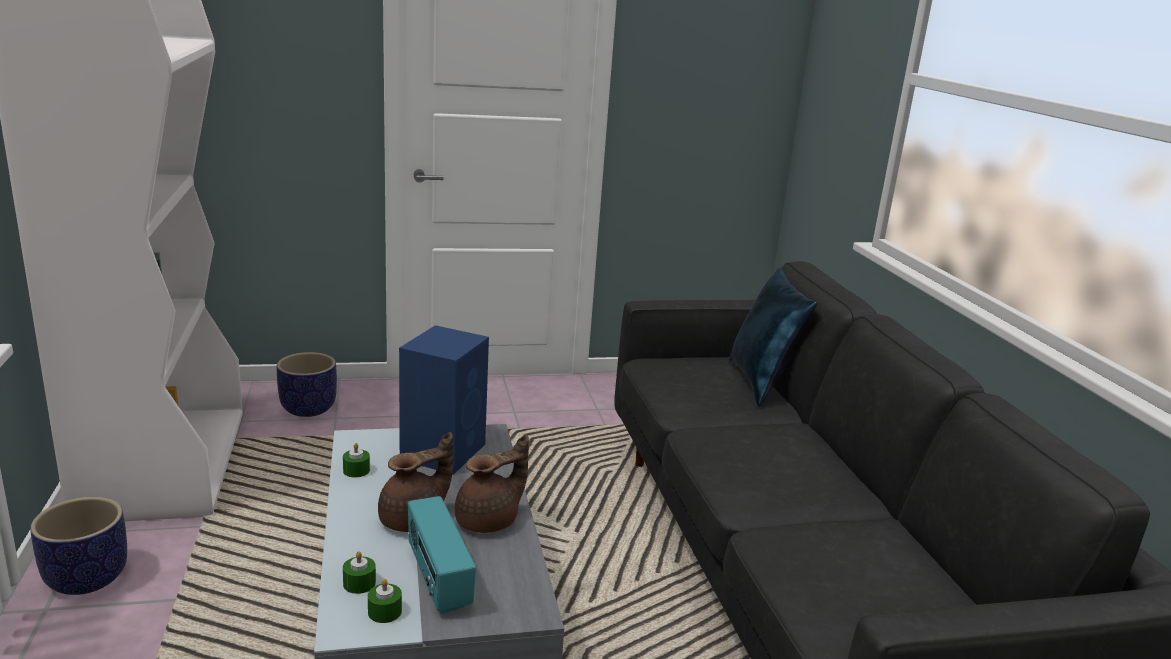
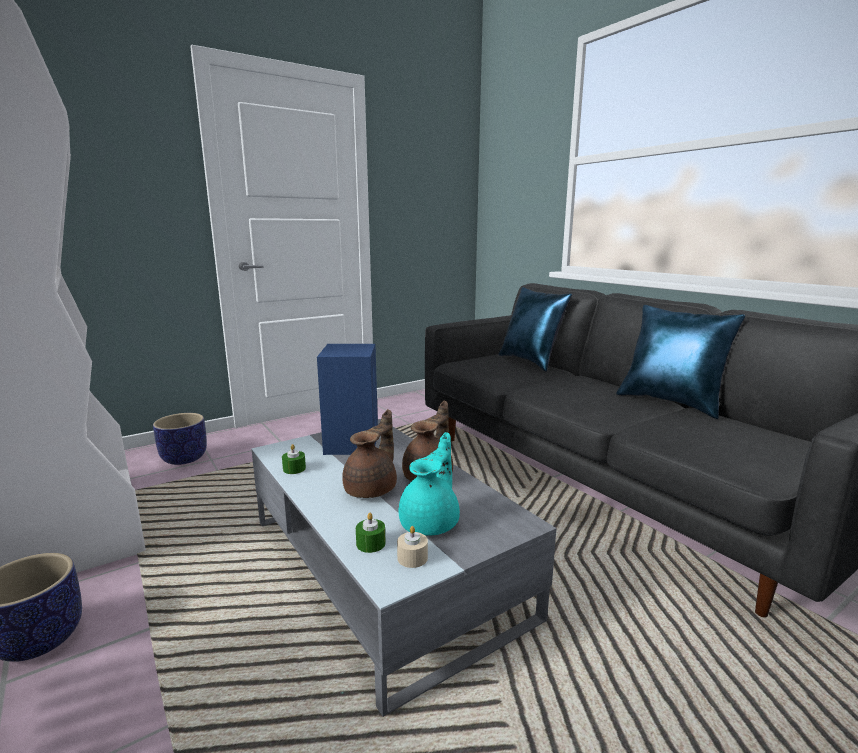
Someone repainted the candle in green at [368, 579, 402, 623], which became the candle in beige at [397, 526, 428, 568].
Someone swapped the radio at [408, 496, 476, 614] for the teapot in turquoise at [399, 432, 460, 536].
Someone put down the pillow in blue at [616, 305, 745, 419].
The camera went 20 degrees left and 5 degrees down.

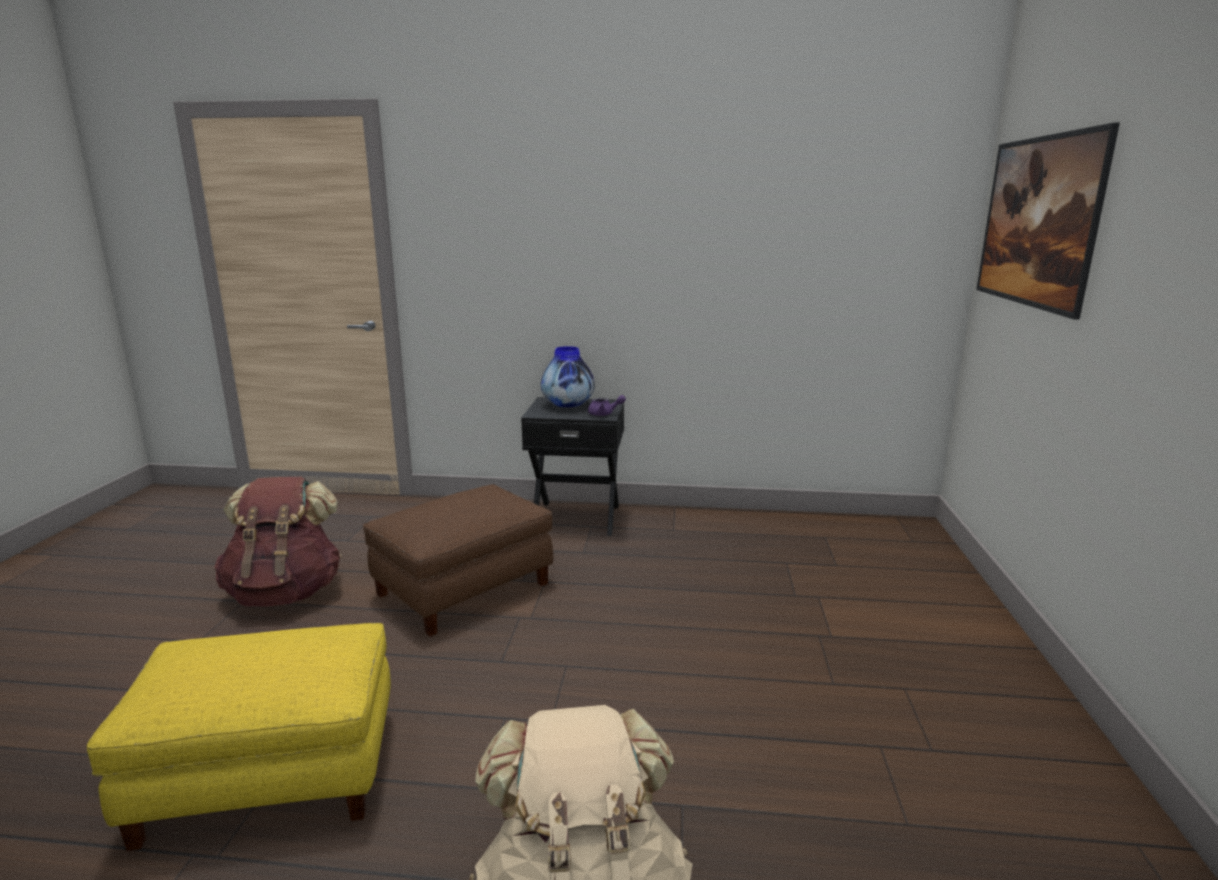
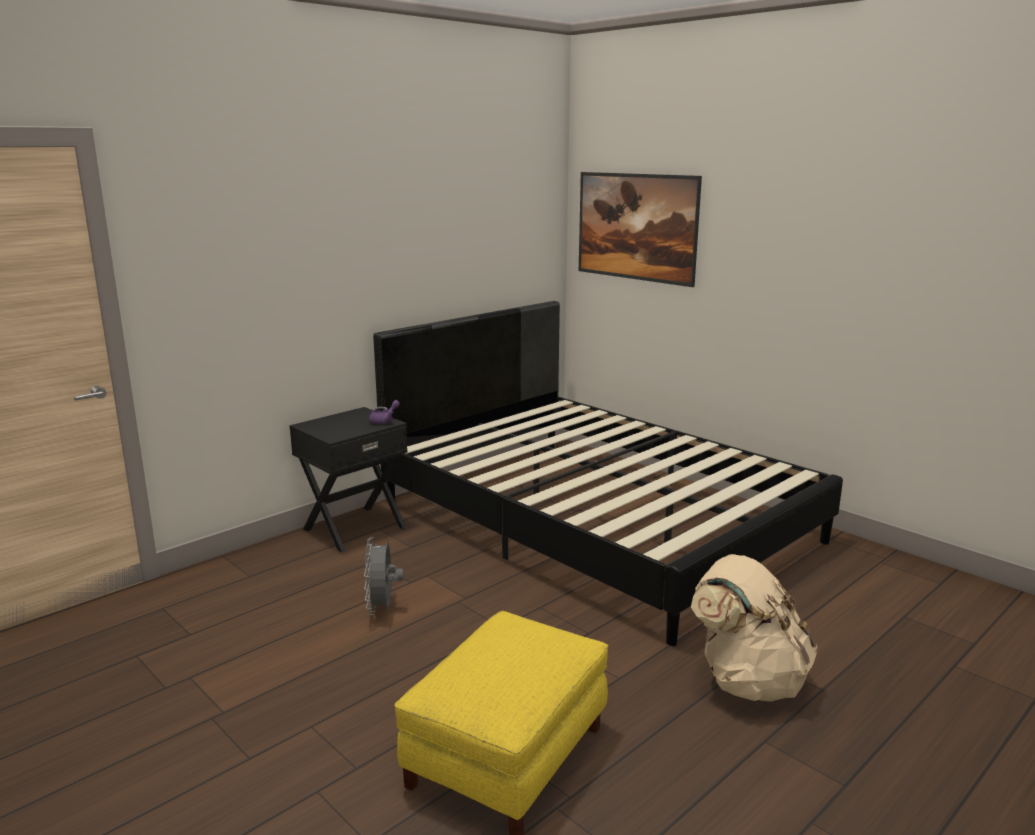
Someone swapped the ottoman in brown at [363, 484, 553, 636] for the fan in grey at [364, 537, 404, 615].
Someone put down the bed in black at [373, 301, 843, 646].
Someone took away the backpack in brown at [214, 477, 342, 606].
Someone took away the vase at [541, 346, 595, 407].
The camera went 50 degrees left and 0 degrees up.

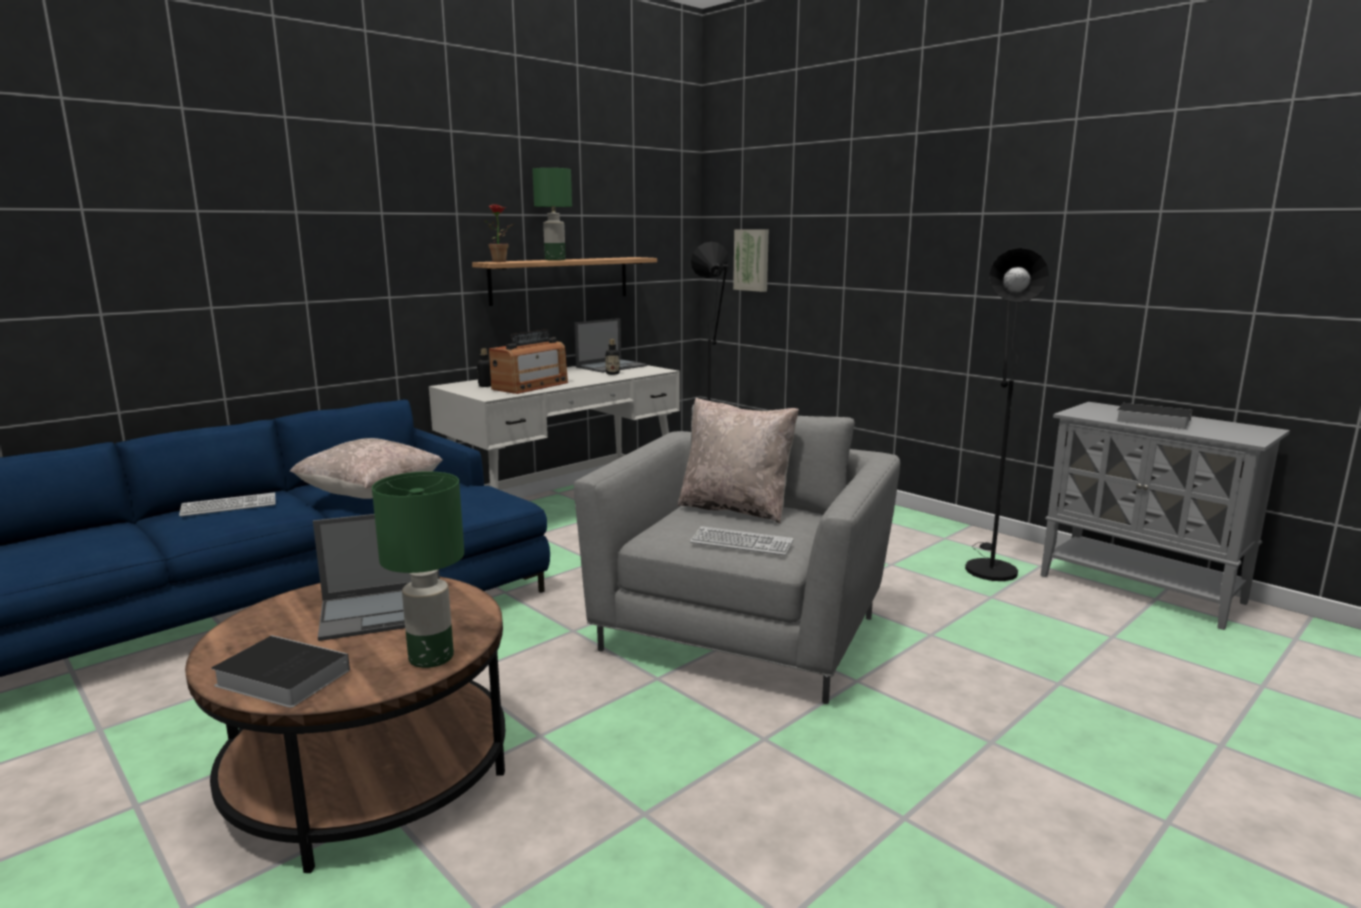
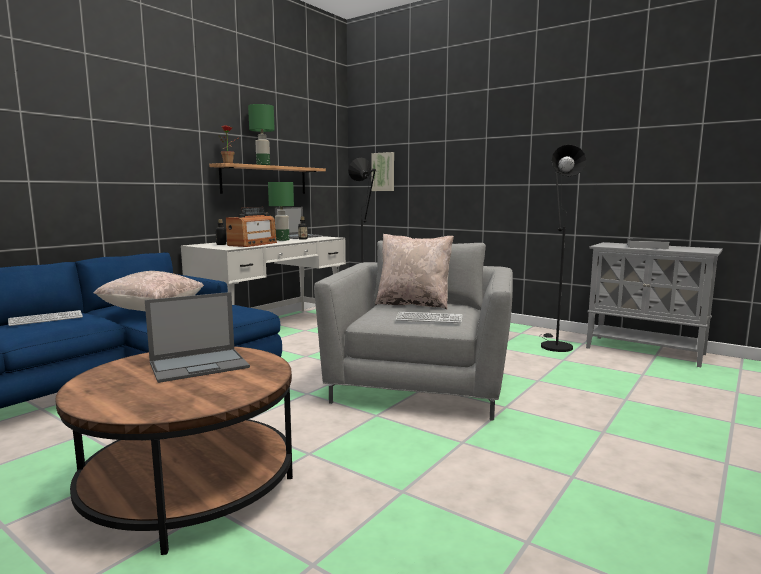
Someone carried the table lamp in green from [372, 471, 464, 668] to [268, 182, 294, 241].
Someone took away the book at [211, 635, 350, 708].
The camera went 10 degrees left and 5 degrees down.

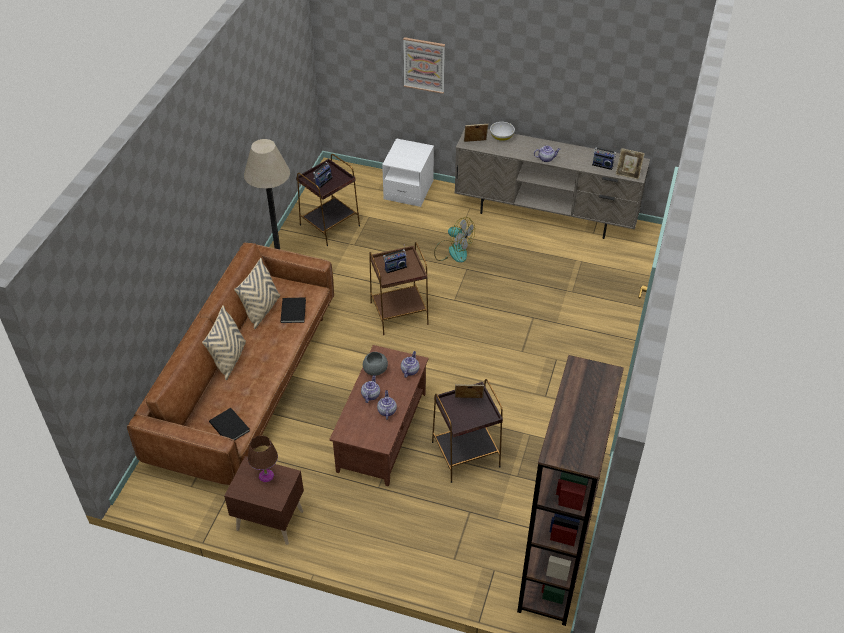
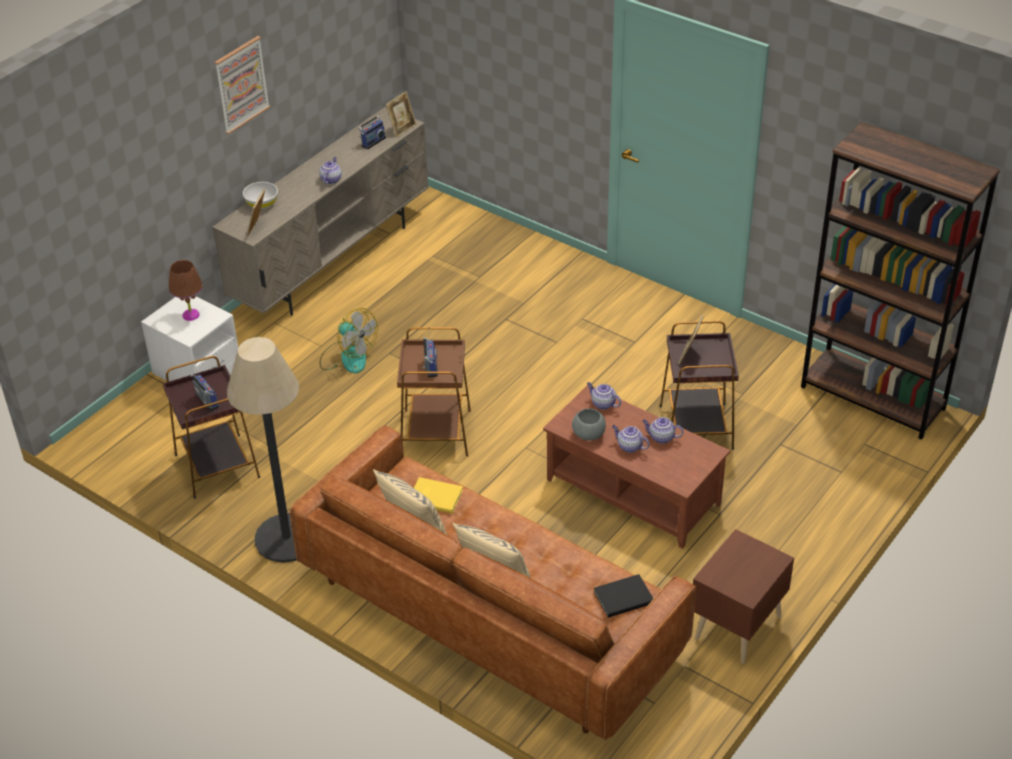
Someone carried the table lamp in brown from [248, 435, 278, 482] to [169, 260, 203, 321].
Someone carried the picture from [403, 37, 445, 94] to [214, 36, 270, 134].
Someone rotated the fan at [434, 217, 475, 263] by 75 degrees clockwise.
Someone repainted the book in black at [280, 297, 306, 323], which became the book in yellow at [414, 477, 463, 514].
The camera went 70 degrees left and 5 degrees down.

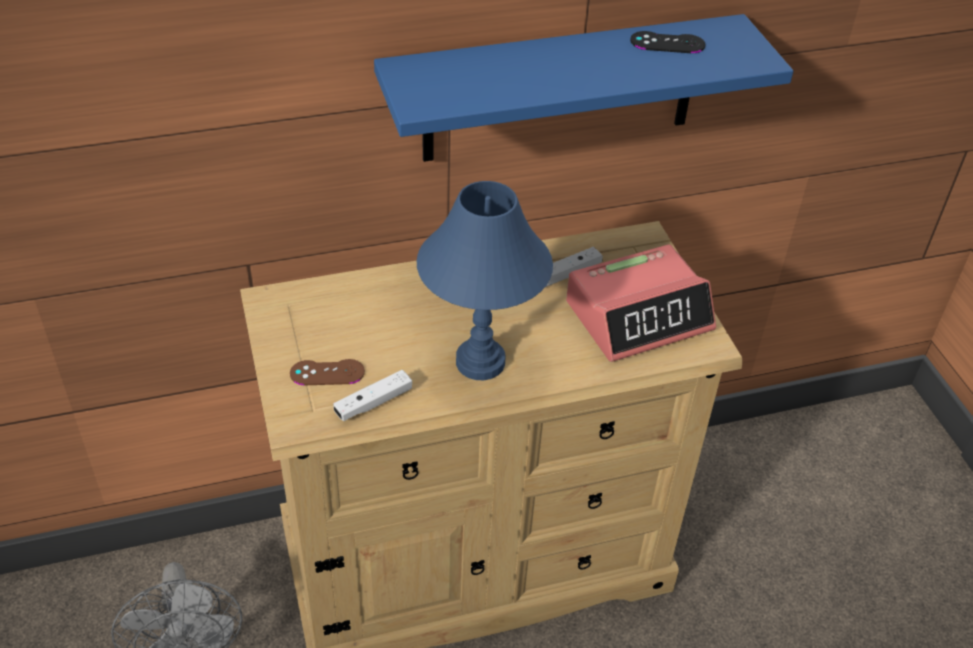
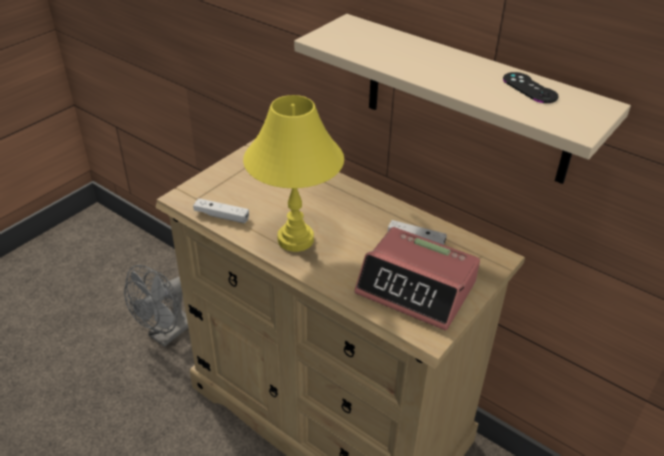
Someone repainted the table lamp in blue at [417, 181, 553, 380], which became the table lamp in yellow at [243, 95, 344, 252].
Someone repainted the shelf in blue at [374, 14, 794, 162], which became the shelf in beige at [294, 14, 631, 184].
Someone took away the game controller in brown at [290, 359, 365, 385].
The camera went 55 degrees right and 5 degrees down.

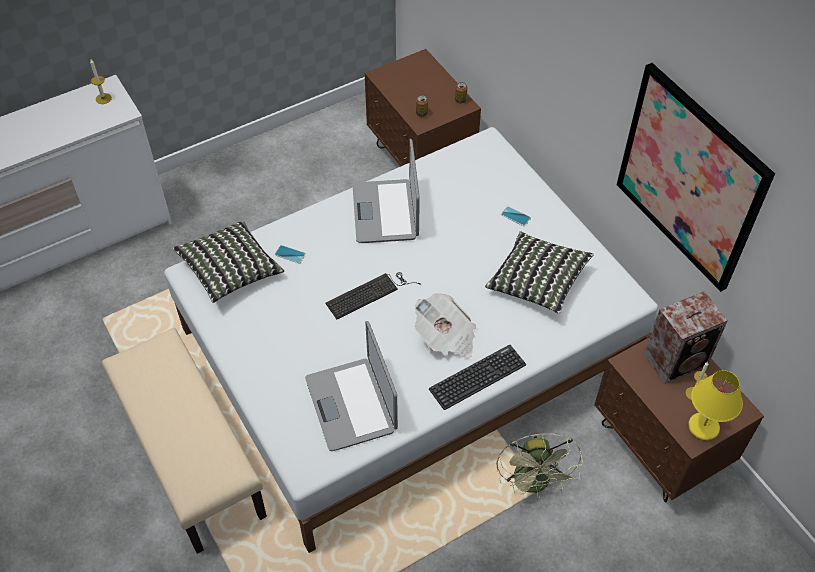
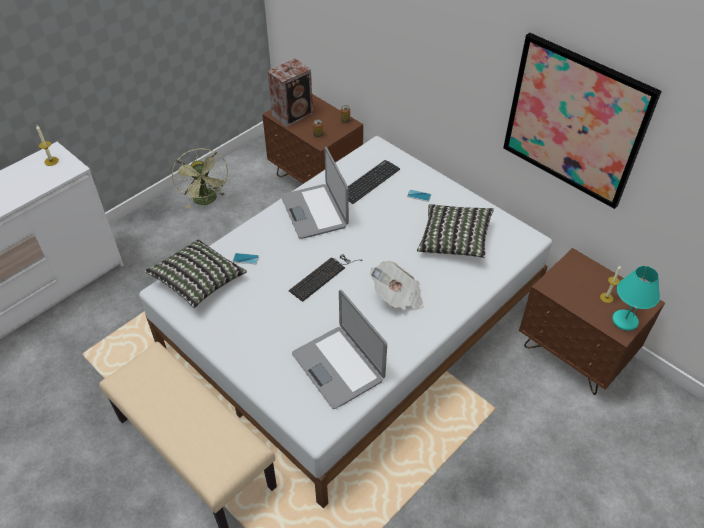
Someone carried the fan in green from [496, 433, 583, 498] to [172, 149, 229, 208].
Someone carried the speaker from [644, 291, 728, 384] to [267, 59, 313, 127].
Someone carried the keyboard from [429, 344, 526, 410] to [348, 160, 400, 204].
Someone repainted the table lamp in yellow at [688, 370, 743, 441], which became the table lamp in turquoise at [612, 266, 660, 331].
The camera went 15 degrees left and 5 degrees down.

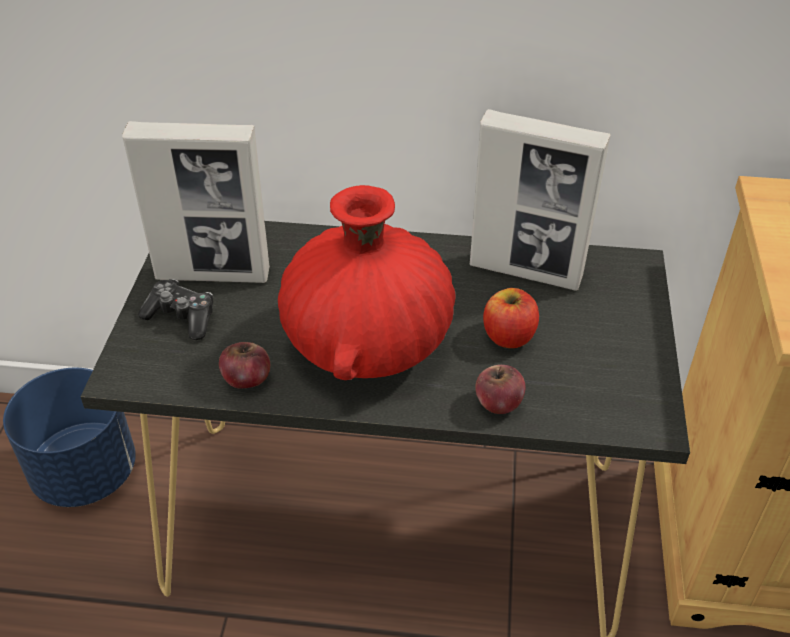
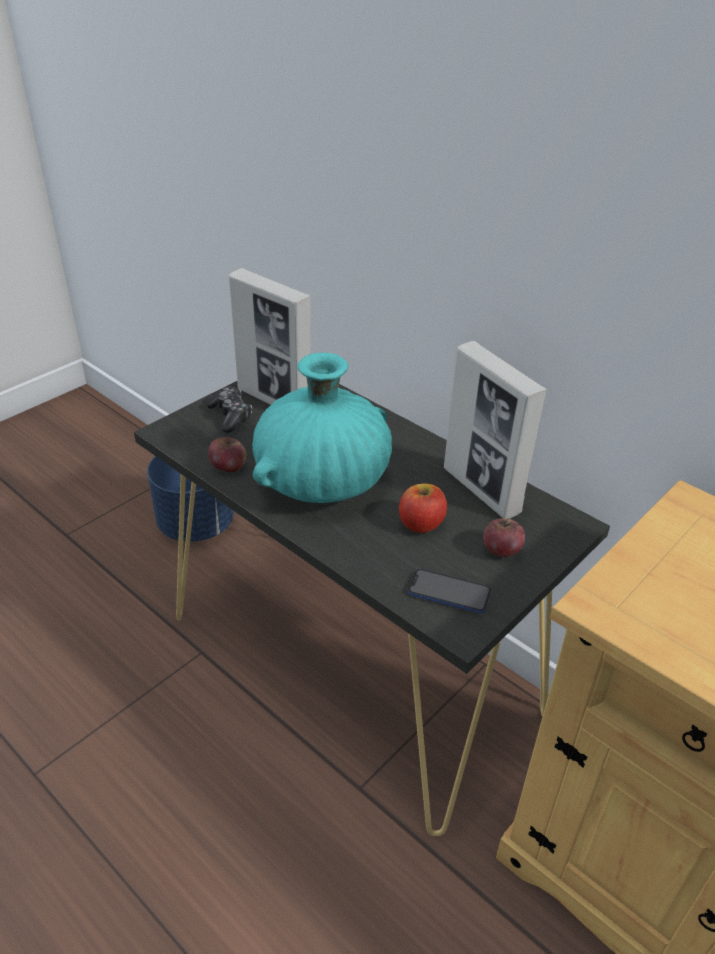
Someone repainted the vase in red at [278, 185, 456, 380], which became the vase in turquoise at [252, 353, 392, 503].
Someone put down the phone at [408, 569, 491, 614].
Someone carried the apple from [475, 365, 526, 414] to [484, 518, 525, 557].
The camera went 35 degrees right and 5 degrees down.

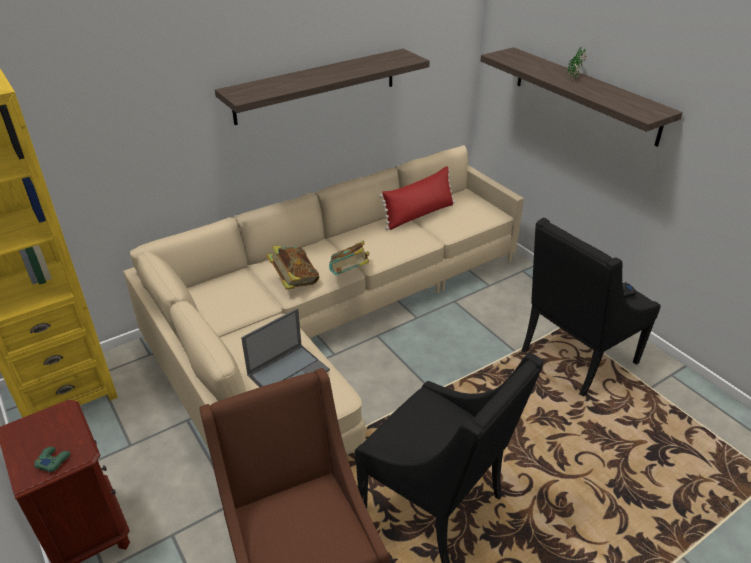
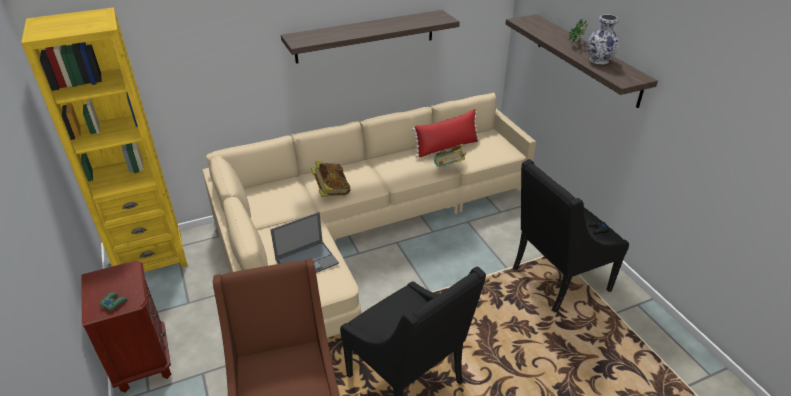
Someone carried the book from [329, 240, 369, 275] to [434, 144, 466, 167].
Someone put down the vase at [588, 14, 619, 65].
The camera went 10 degrees right and 0 degrees up.

